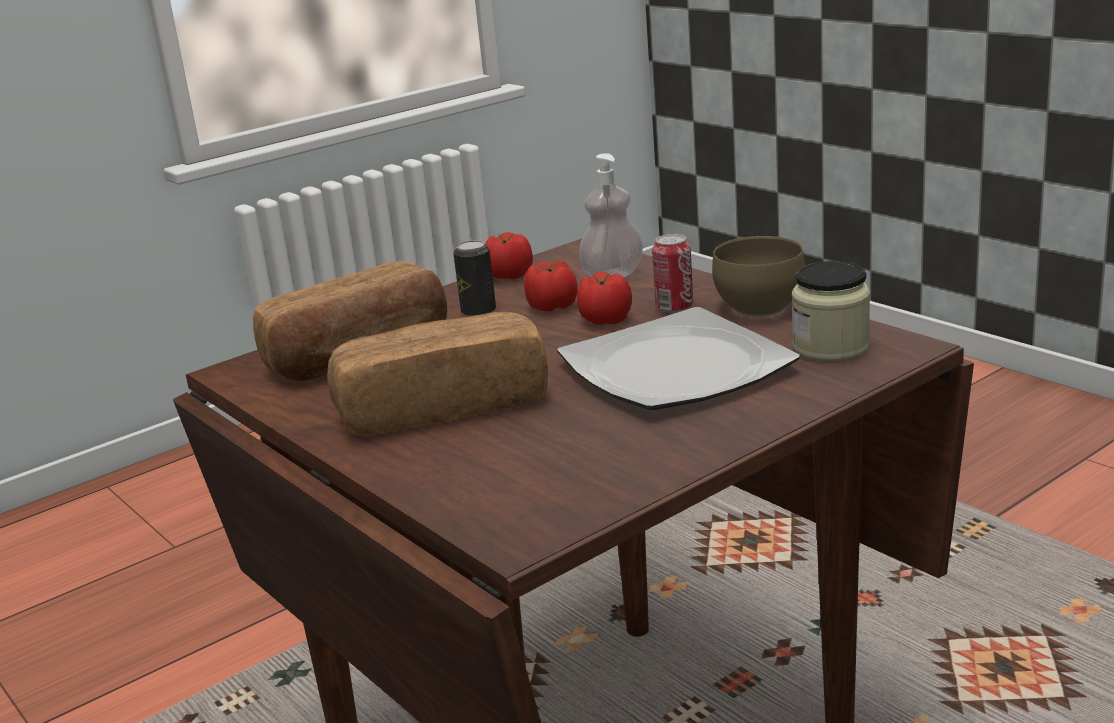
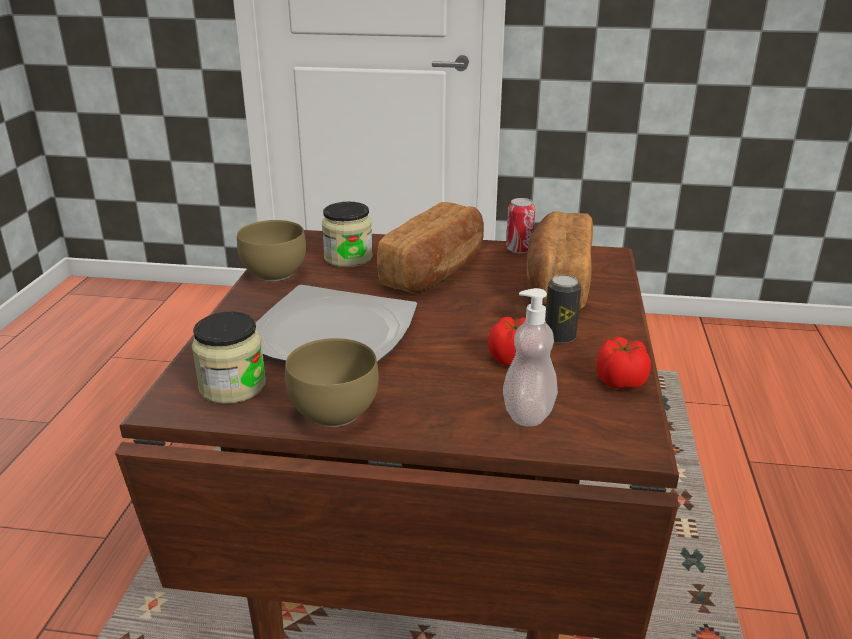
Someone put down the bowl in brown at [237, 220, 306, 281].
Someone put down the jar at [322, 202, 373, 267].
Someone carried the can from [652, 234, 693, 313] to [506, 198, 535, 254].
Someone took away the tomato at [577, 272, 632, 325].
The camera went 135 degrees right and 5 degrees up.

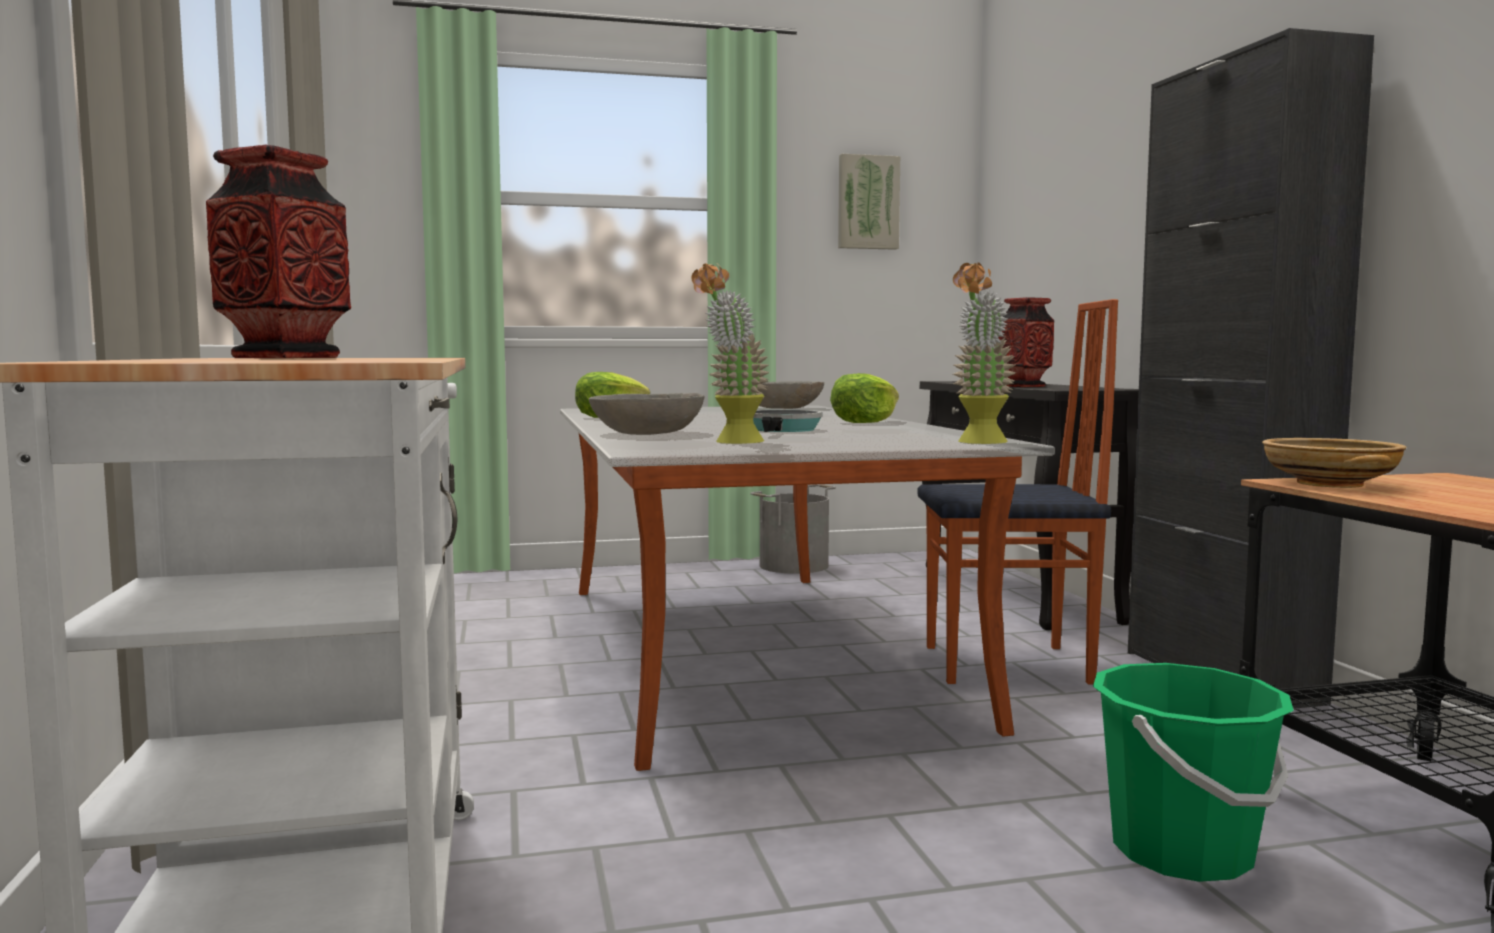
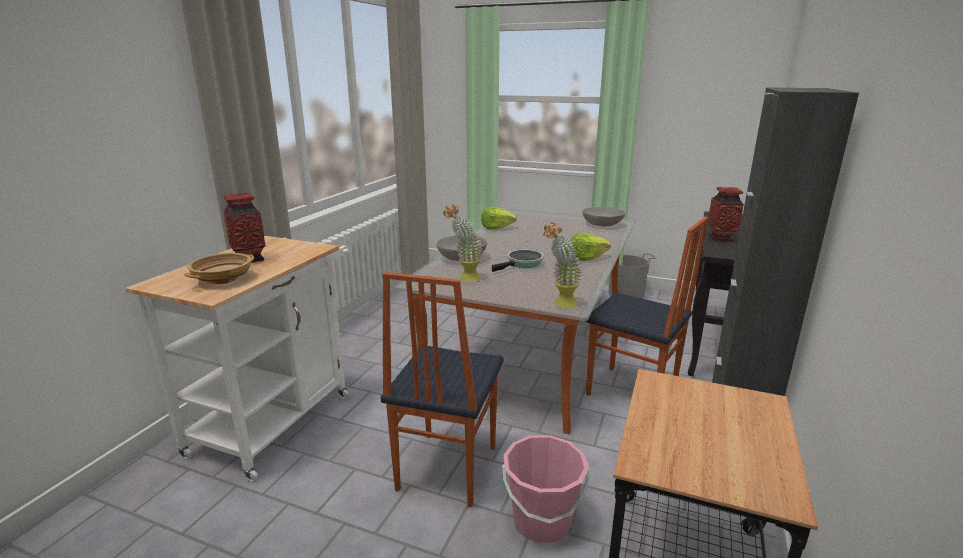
Someone carried the bowl in beige from [1262, 438, 1407, 488] to [184, 253, 254, 285].
Someone put down the chair at [381, 272, 504, 507].
Someone repainted the bucket in green at [1093, 663, 1294, 882], which became the bucket in pink at [502, 435, 590, 543].
Someone took away the picture at [838, 154, 900, 250].
The camera went 35 degrees right and 15 degrees up.

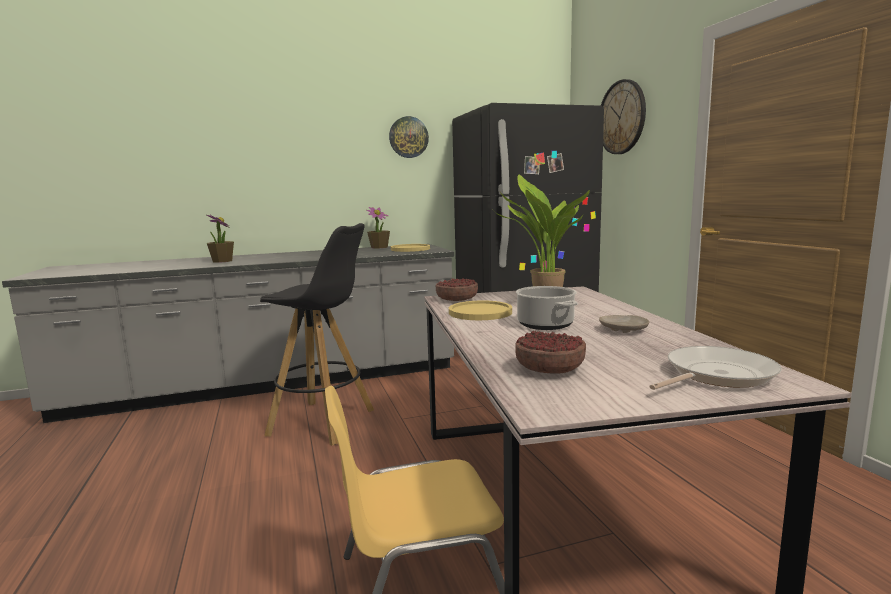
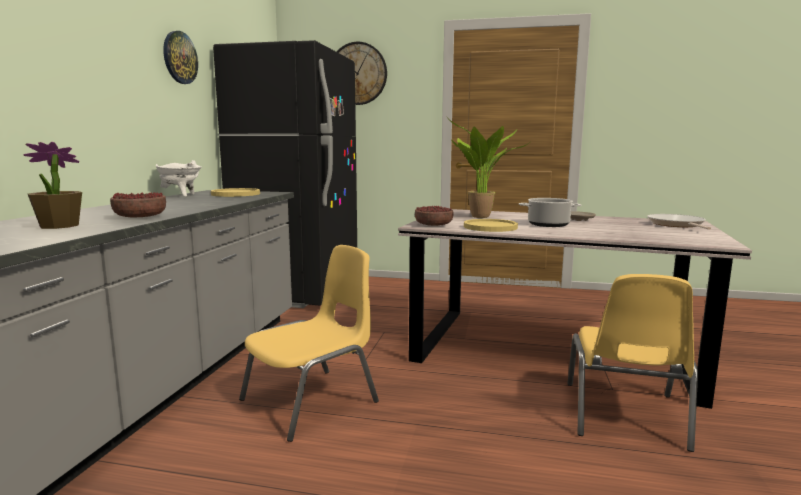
Someone carried the bowl from [515, 331, 586, 374] to [110, 192, 166, 217].
Someone swapped the potted plant at [366, 207, 390, 248] for the cooking pot in white at [156, 160, 202, 197].
Someone swapped the stool in black at [260, 223, 374, 446] for the chair in yellow at [239, 245, 379, 442].
The camera went 60 degrees left and 0 degrees up.

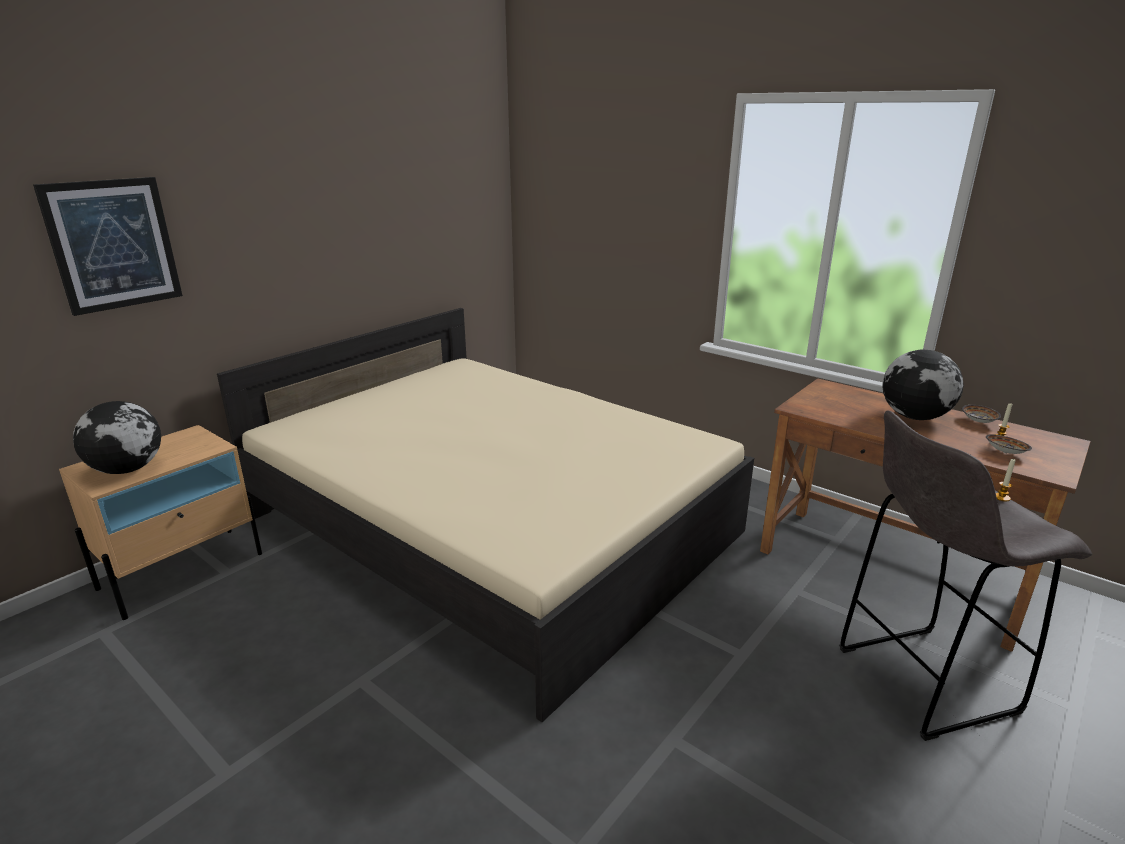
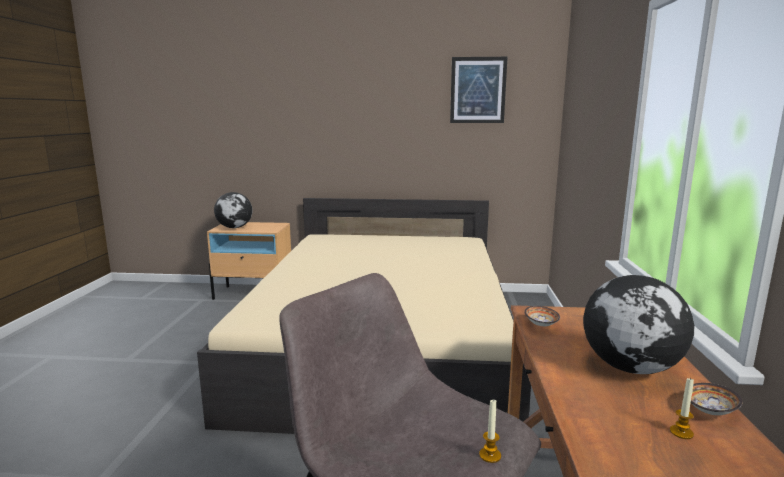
Someone carried the picture from [33, 177, 183, 316] to [450, 57, 507, 123].
Someone carried the bowl from [986, 434, 1032, 454] to [524, 306, 560, 326].
The camera went 55 degrees right and 10 degrees down.

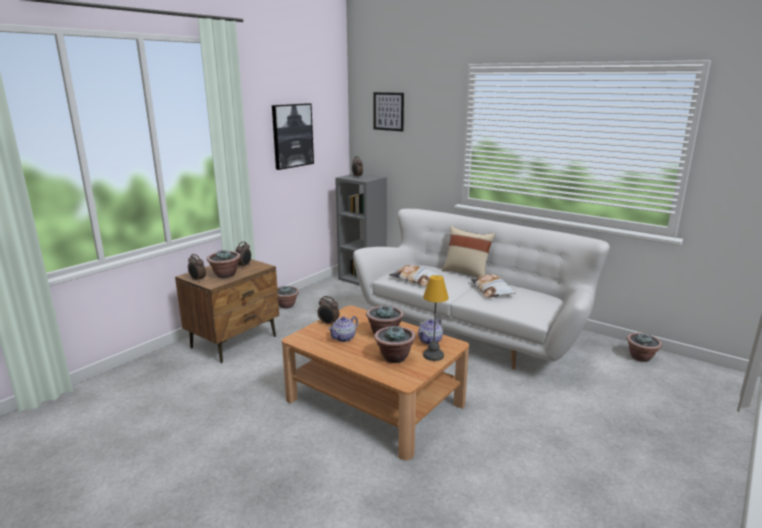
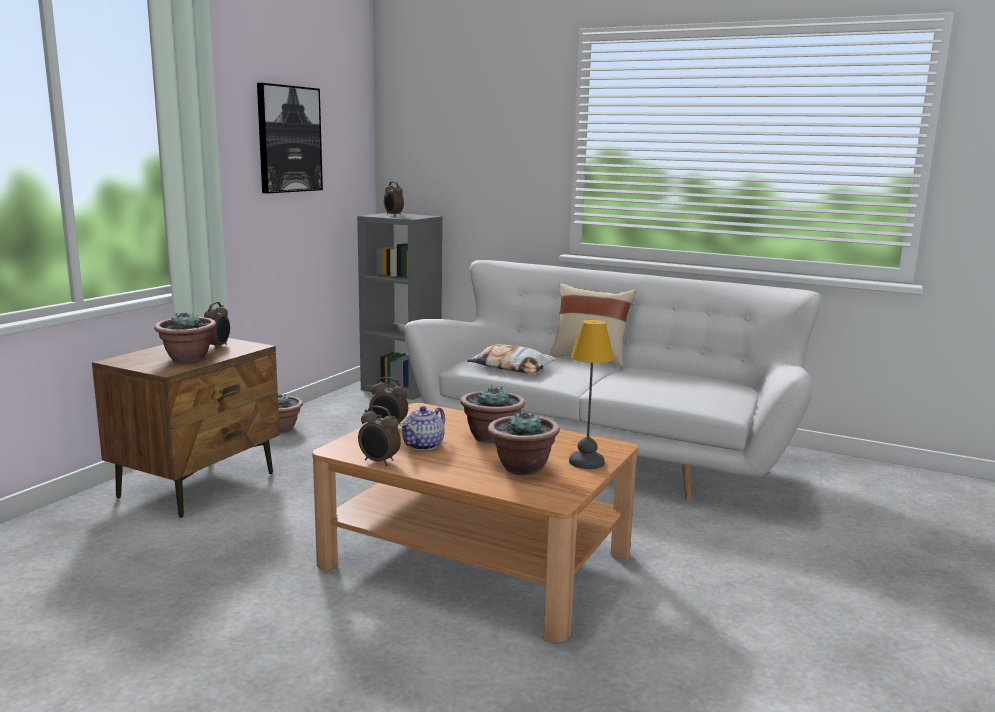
Someone carried the alarm clock from [188, 254, 206, 282] to [358, 406, 401, 466].
Someone took away the picture at [373, 92, 404, 131].
Someone took away the teapot at [418, 318, 443, 345].
Someone took away the pillow at [470, 274, 516, 298].
Someone took away the potted plant at [627, 333, 662, 362].
The camera went 10 degrees left and 5 degrees down.

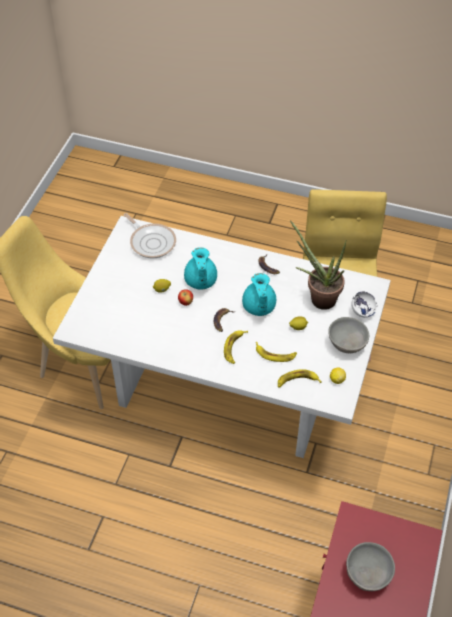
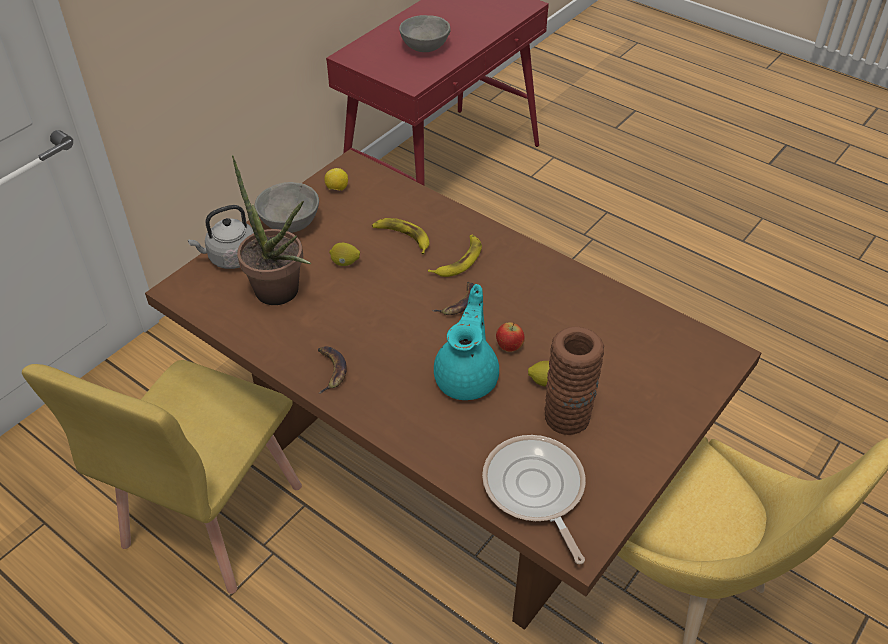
Someone repainted the dining table in white at [53, 216, 391, 458], which became the dining table in brown at [145, 149, 761, 630].
Someone swapped the bowl in white at [351, 292, 377, 317] for the kettle in grey at [188, 205, 254, 269].
Someone put down the vase in brown at [544, 327, 604, 435].
Someone took away the teapot in turquoise at [242, 273, 276, 316].
Someone took away the banana at [278, 369, 322, 388].
The camera went 160 degrees left and 5 degrees down.

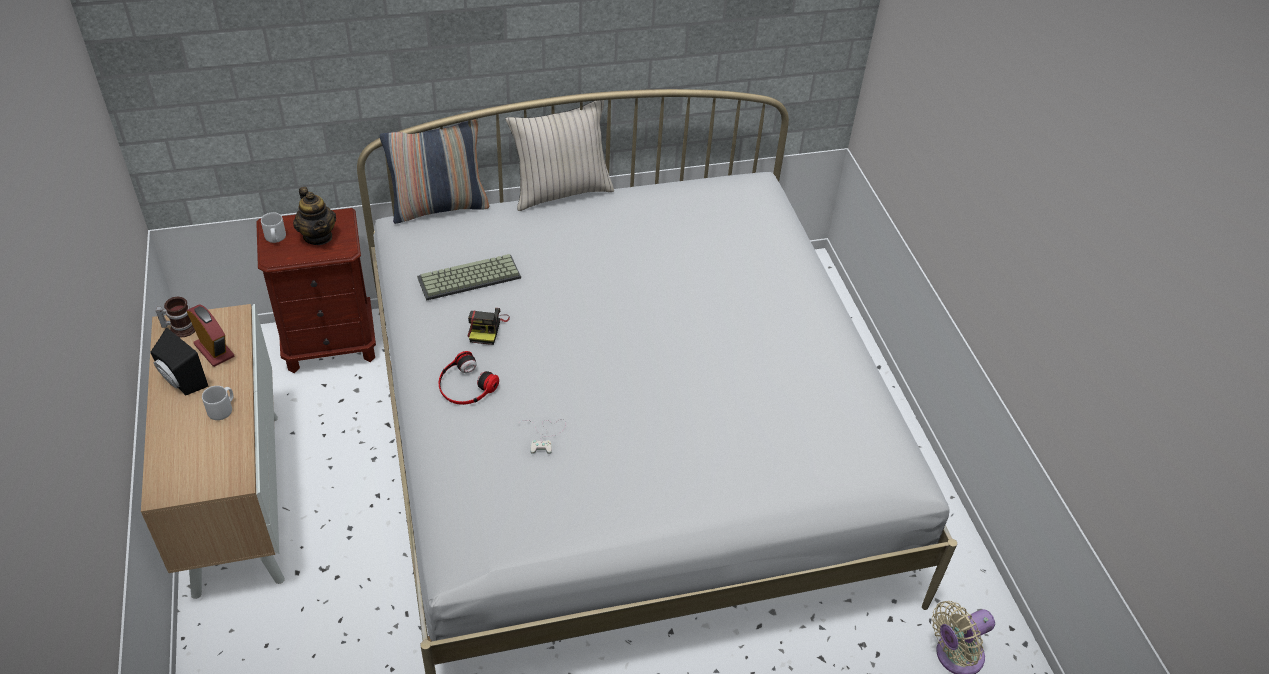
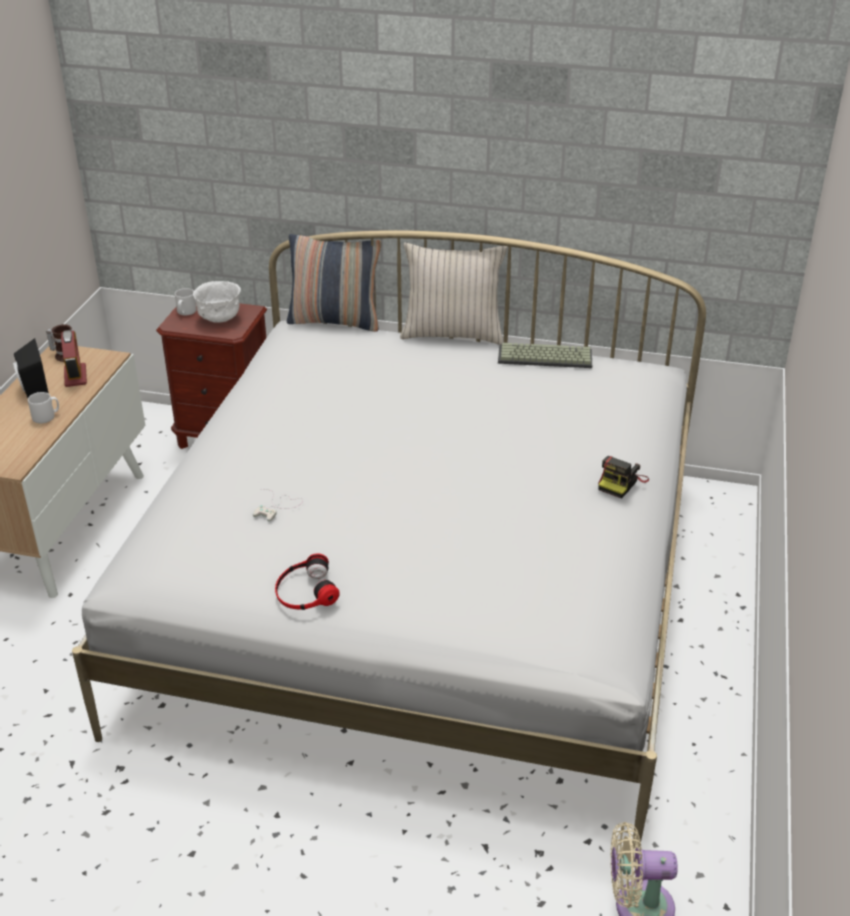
Someone swapped the teapot at [293, 187, 336, 245] for the bowl in white at [193, 281, 241, 323].
Someone carried the headphones from [439, 351, 499, 405] to [275, 553, 340, 610].
Someone carried the keyboard from [417, 254, 521, 301] to [498, 343, 592, 368].
Someone carried the photo camera from [468, 308, 510, 345] to [598, 456, 649, 499].
The camera went 30 degrees right and 10 degrees down.

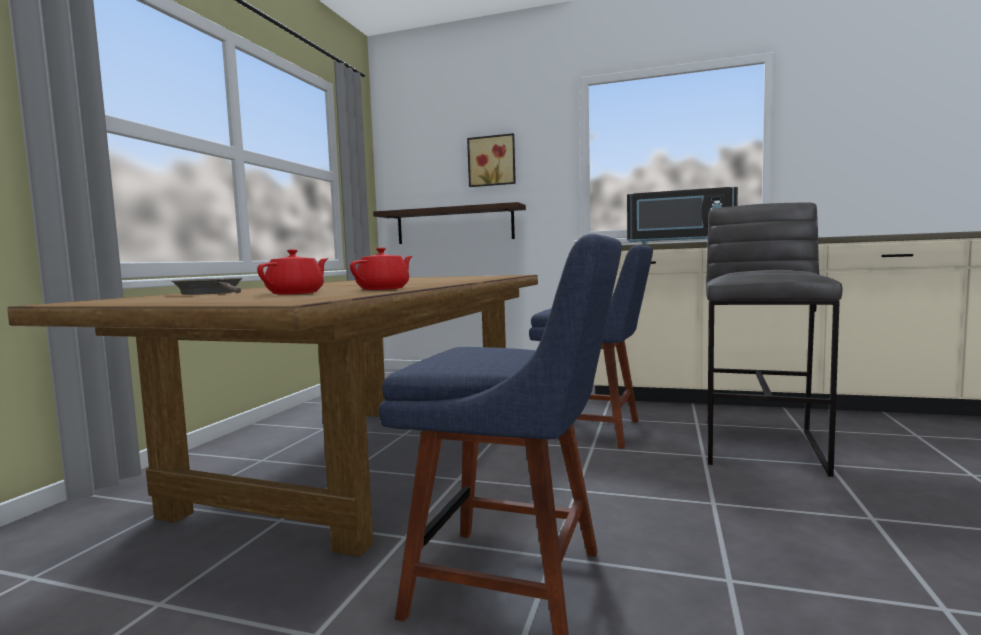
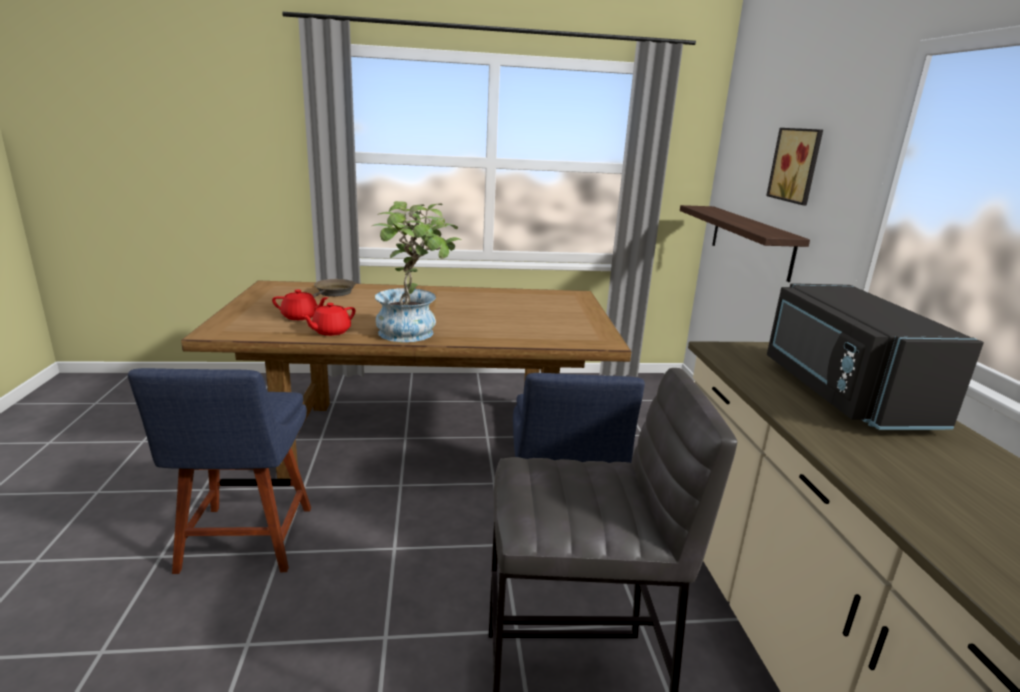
Someone rotated the teapot in red at [350, 247, 413, 290] by 120 degrees clockwise.
Someone put down the potted plant at [372, 201, 462, 342].
The camera went 65 degrees right and 15 degrees up.

